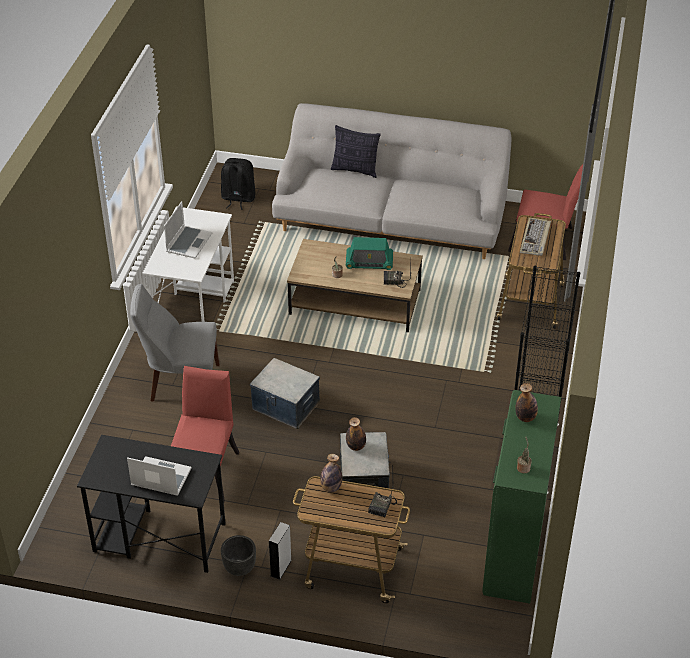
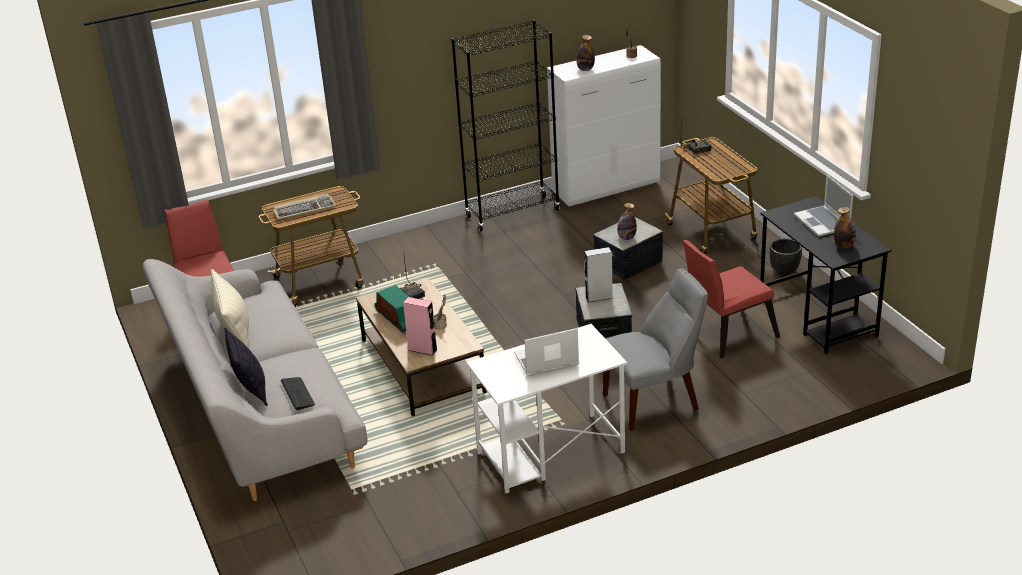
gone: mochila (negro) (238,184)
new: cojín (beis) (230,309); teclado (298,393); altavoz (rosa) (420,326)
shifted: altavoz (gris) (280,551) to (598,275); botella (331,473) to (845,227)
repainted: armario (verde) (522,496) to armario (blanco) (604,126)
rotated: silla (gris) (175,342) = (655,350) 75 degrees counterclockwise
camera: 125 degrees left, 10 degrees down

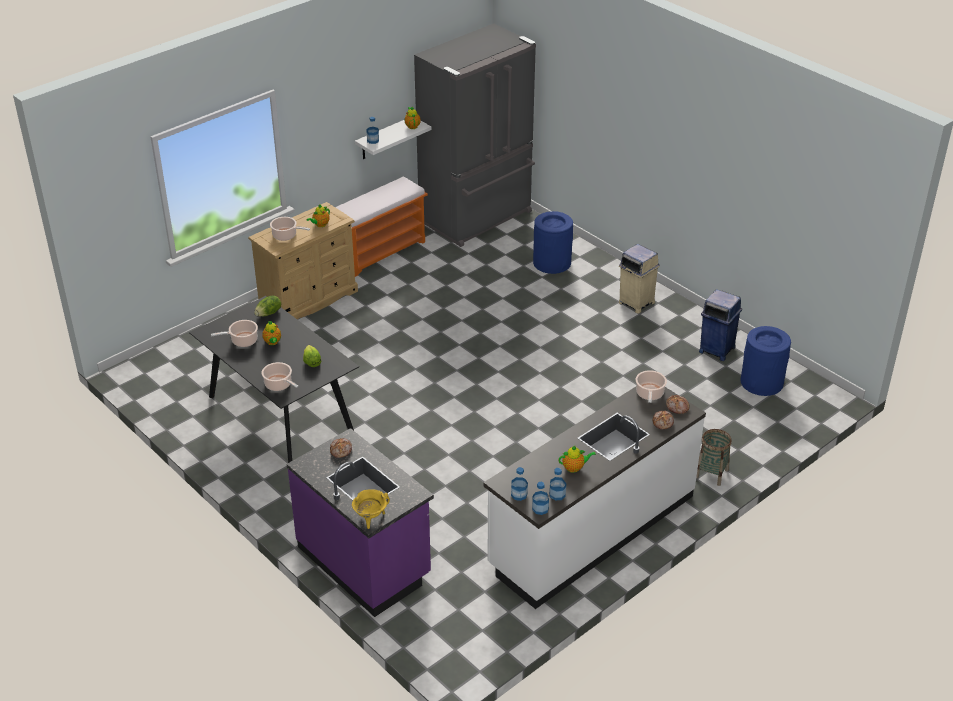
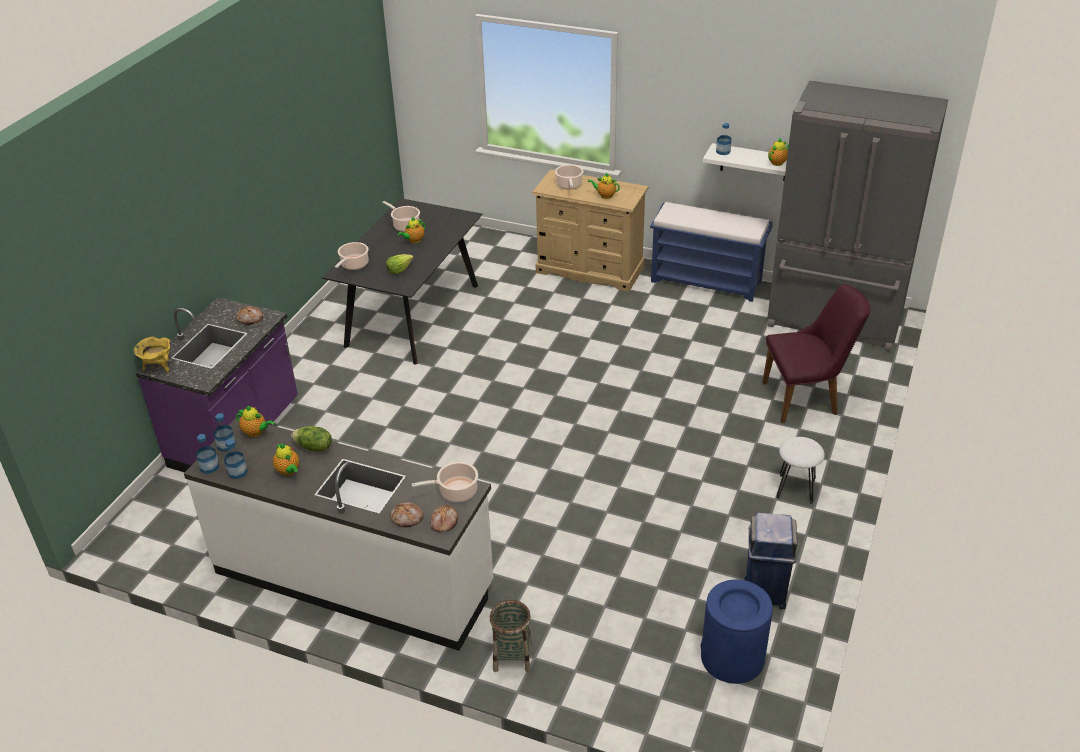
new: tetera (255,421)
shifted: lechuga (267,306) to (311,439)
swapped: papelera (azul) (553,242) to silla (morado) (816,353); papelera (beis) (639,279) to taburete (blanco) (800,470)
repainted: banco (naranja) (381,226) to banco (azul) (711,252)
camera: 65 degrees right, 0 degrees up

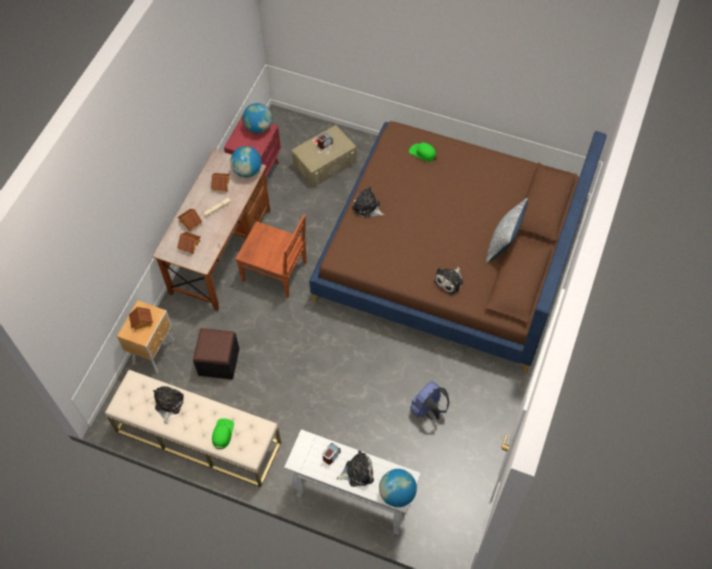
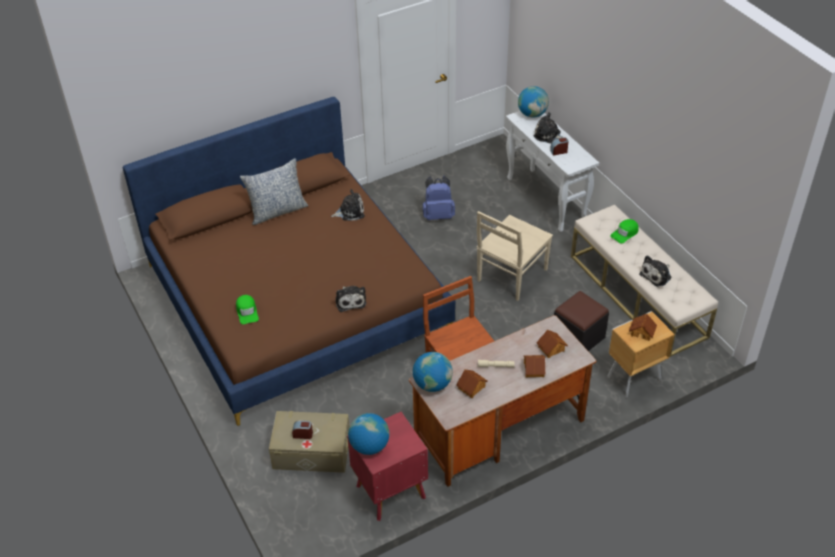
new: silla (beis) (515,256)
camera: 140 degrees left, 15 degrees down

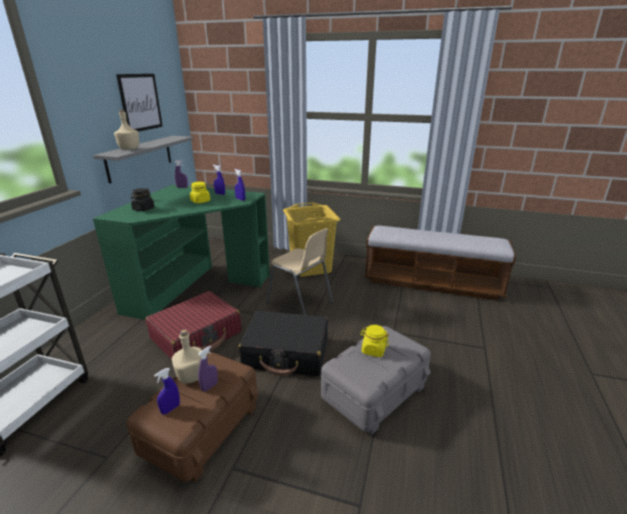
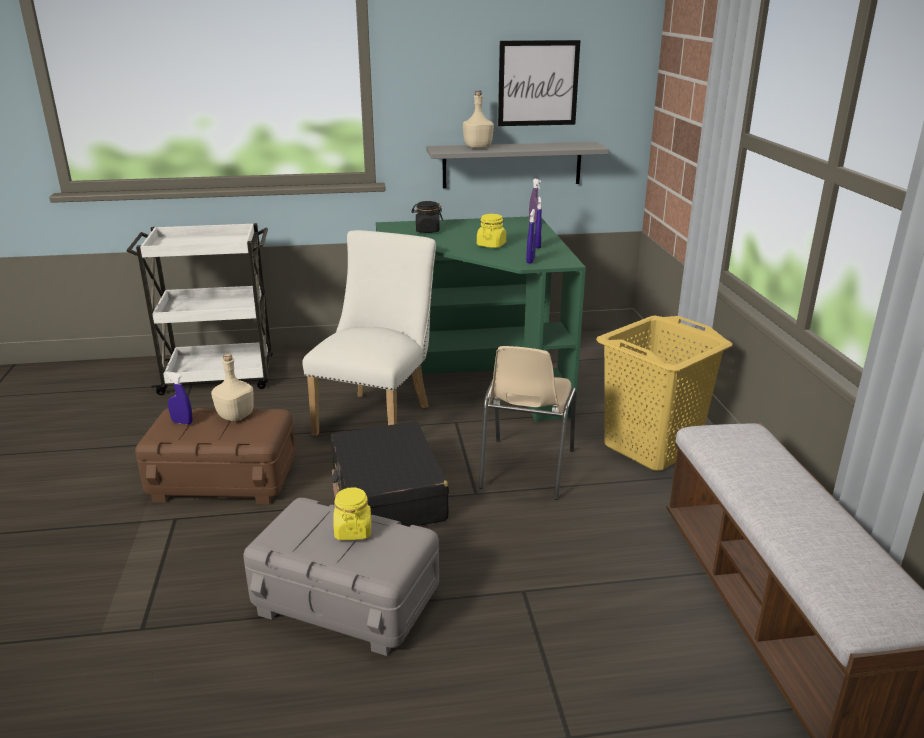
gone: pulverizador (morado) (208,369)
swapped: maleta (rojo) (193,325) to silla (blanco) (369,333)
camera: 65 degrees right, 0 degrees up

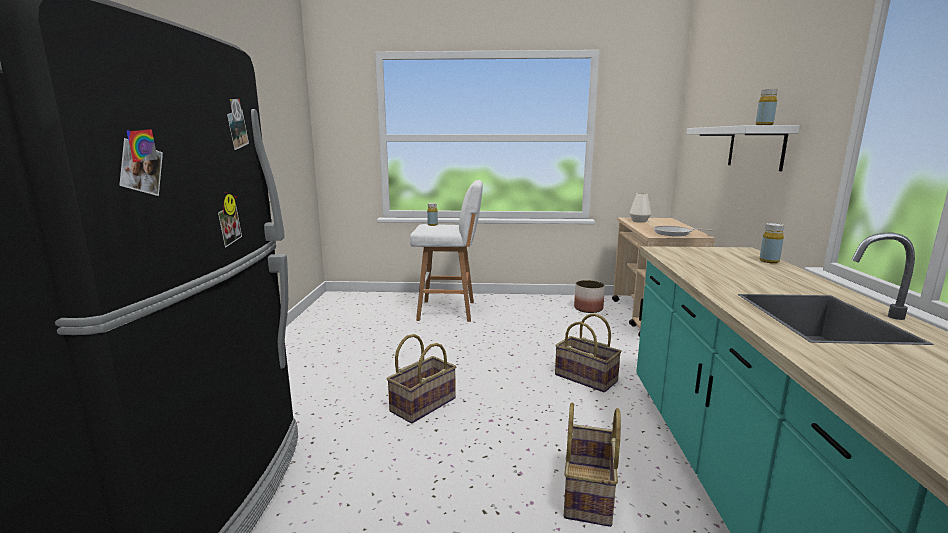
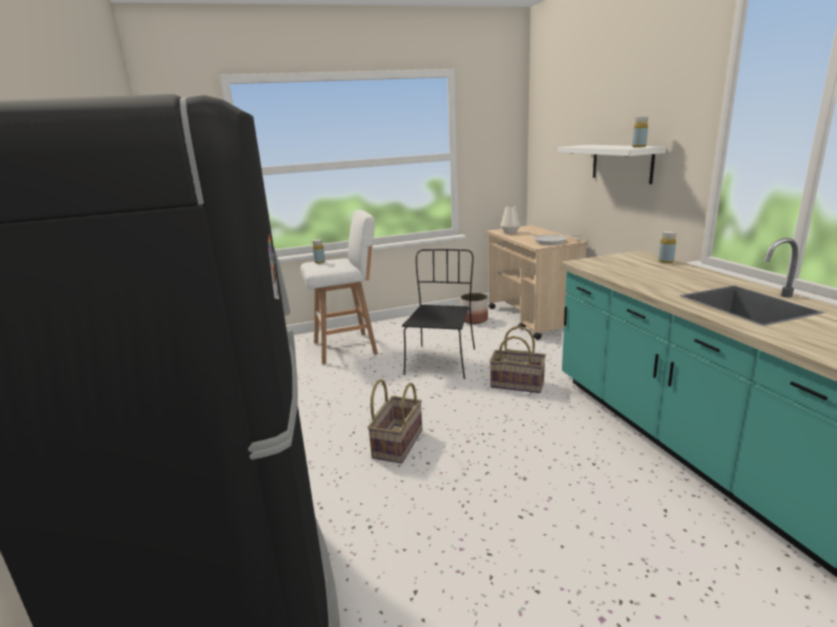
gone: cesta (592,465)
new: silla (negro) (438,314)
camera: 20 degrees left, 5 degrees up

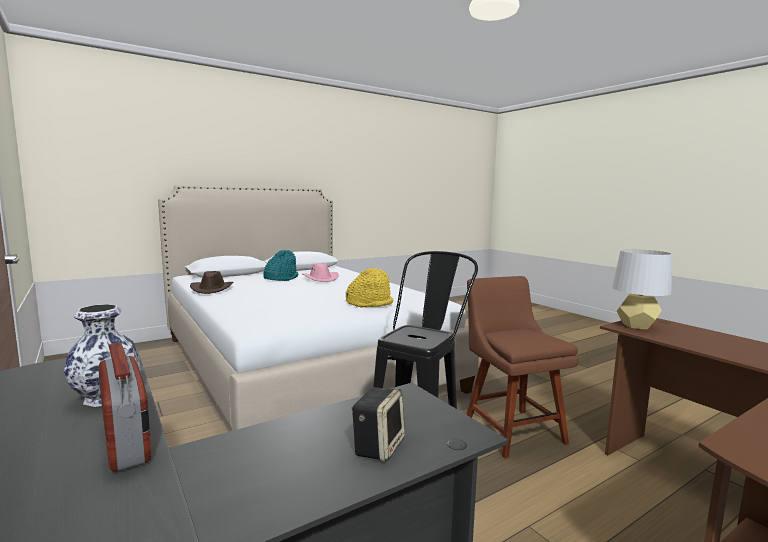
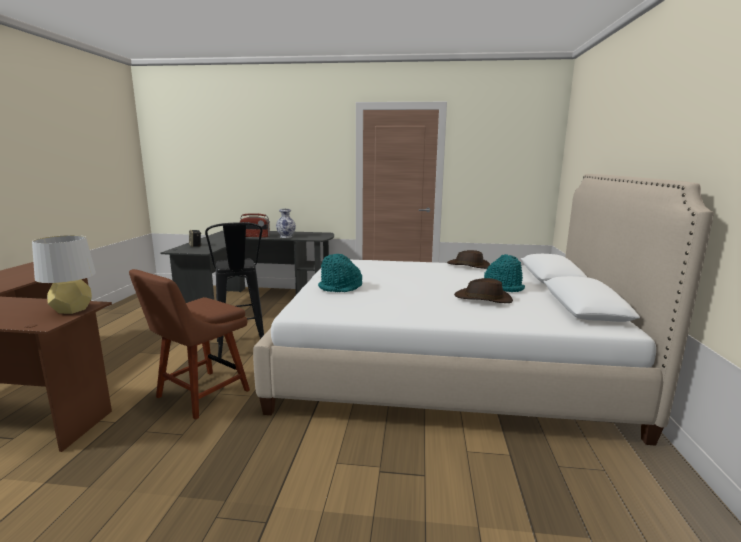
repainted: sombrero (rosa) (321,272) to sombrero (marrón) (483,290); sombrero (amarillo) (369,287) to sombrero (turquesa) (340,273)
rotated: silla (marrón) (522,367) = (189,344) 105 degrees clockwise
camera: 130 degrees right, 5 degrees up

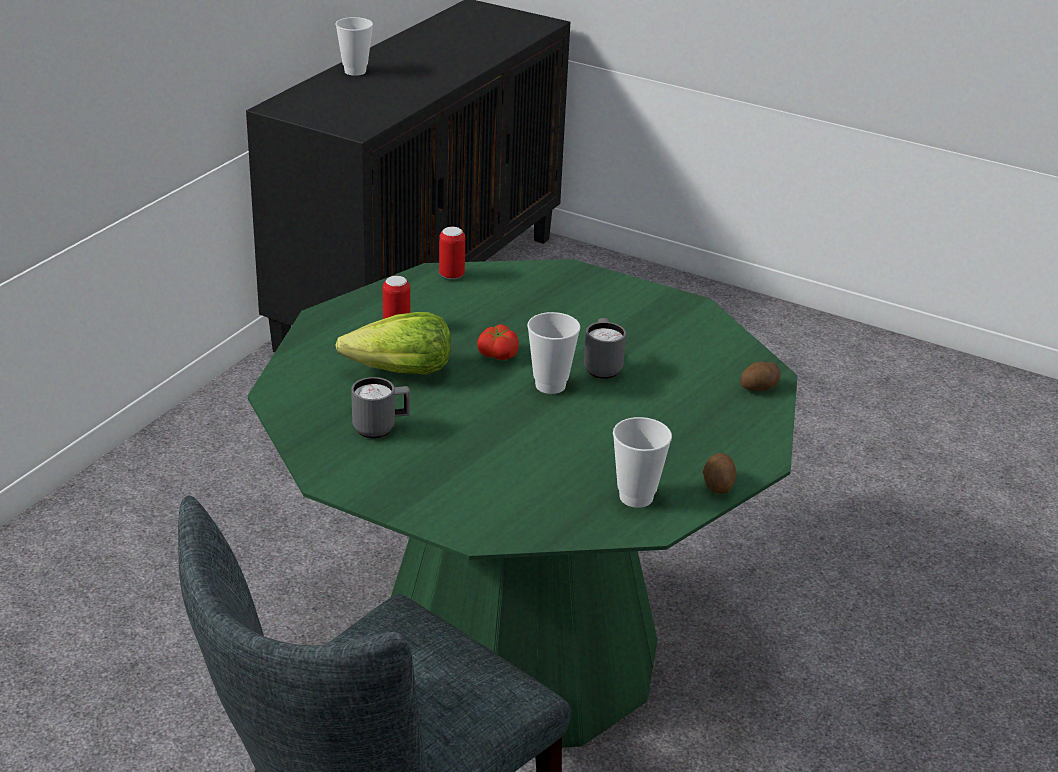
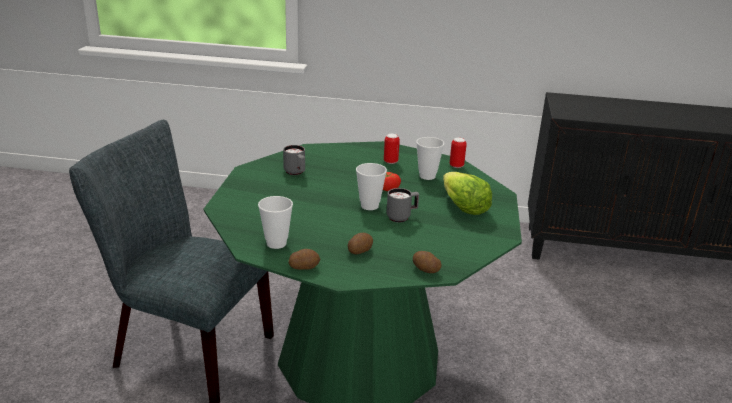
new: patata (360,243)
shifted: taza (354,46) to (430,158); lechuga (393,343) to (467,193)
camera: 70 degrees right, 5 degrees down

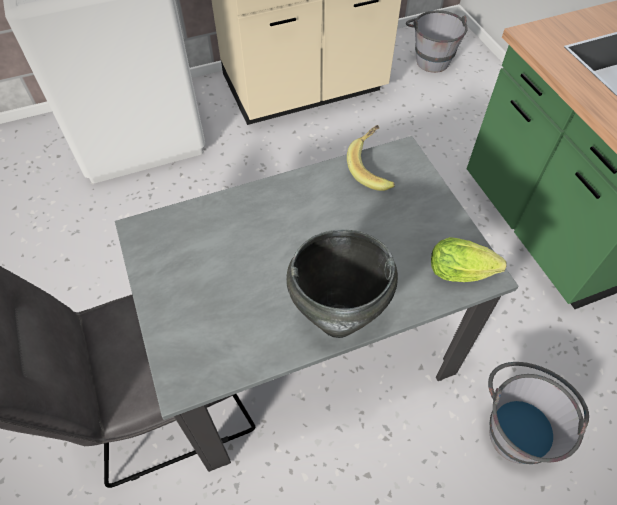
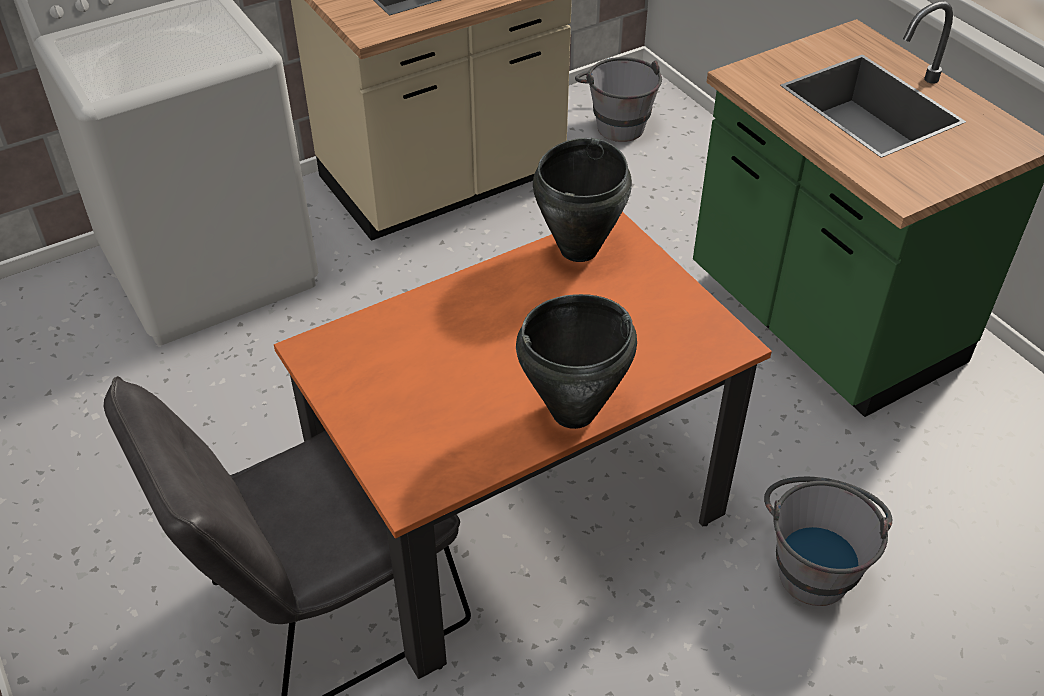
gone: lechuga (469,259)
swapped: plátano (371,158) to olla (negro) (582,200)
repainted: mesa de comedor (gris) (317,304) to mesa de comedor (naranja) (523,445)
camera: 10 degrees left, 10 degrees down

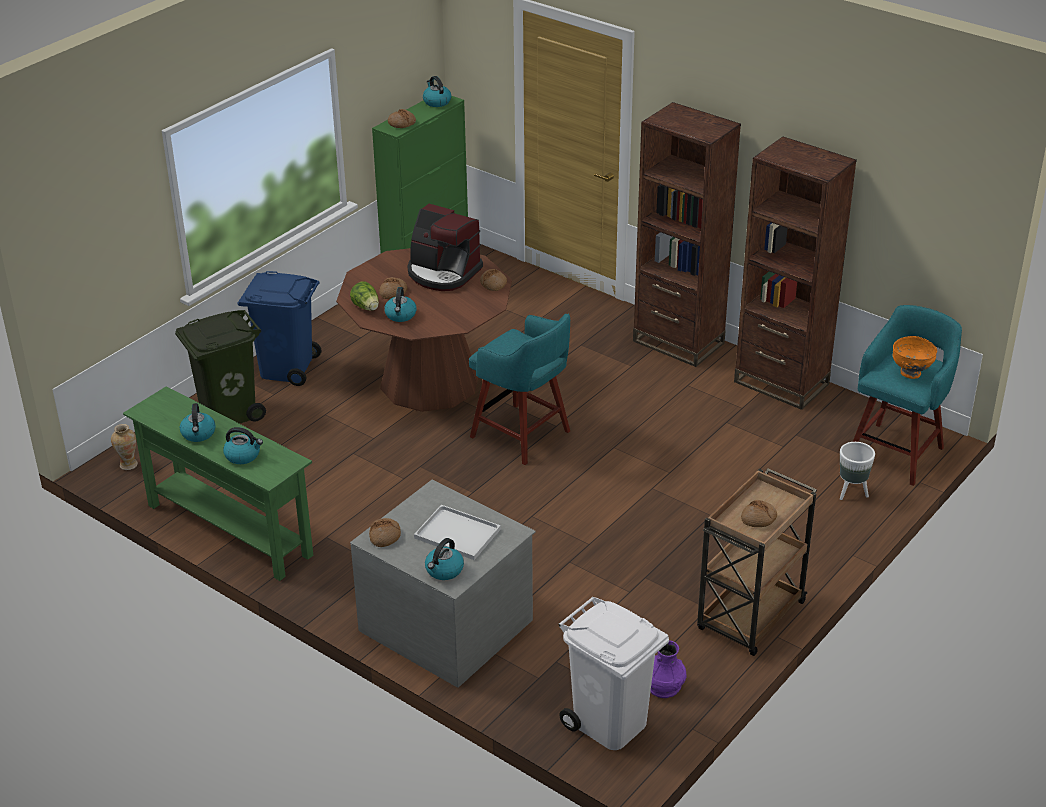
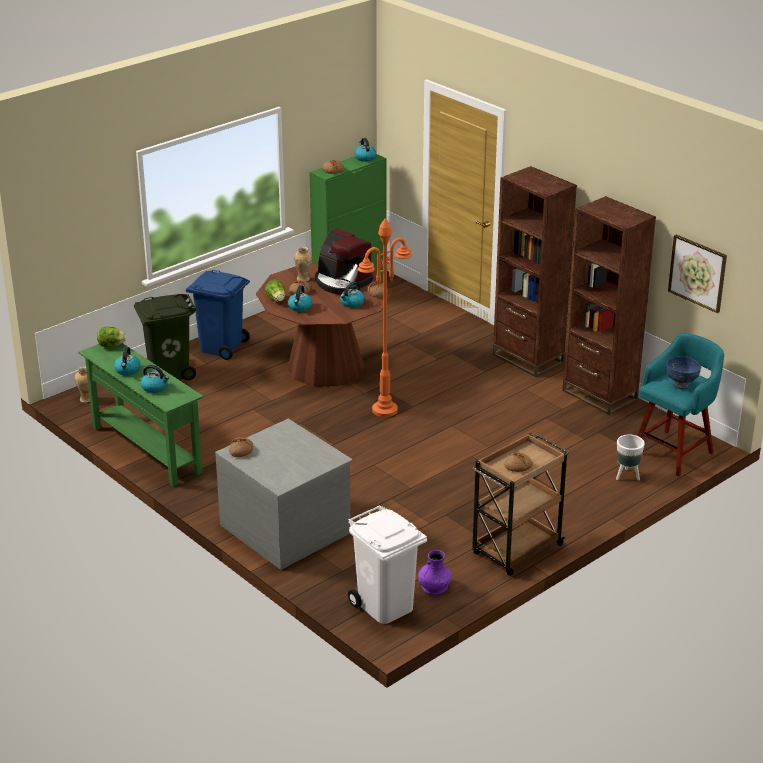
gone: bandeja (blanco) (457,532)
new: lechuga (111,336); florero (303,264); cuadro (697,273)
shifted: hervidor (444,559) to (352,295)
swapped: taburete (turquesa) (519,389) to lámpara de pie (naranja) (385,317)
repainted: cuenco (naranja) (915,357) to cuenco (azul) (683,372)
camera: 10 degrees right, 5 degrees down

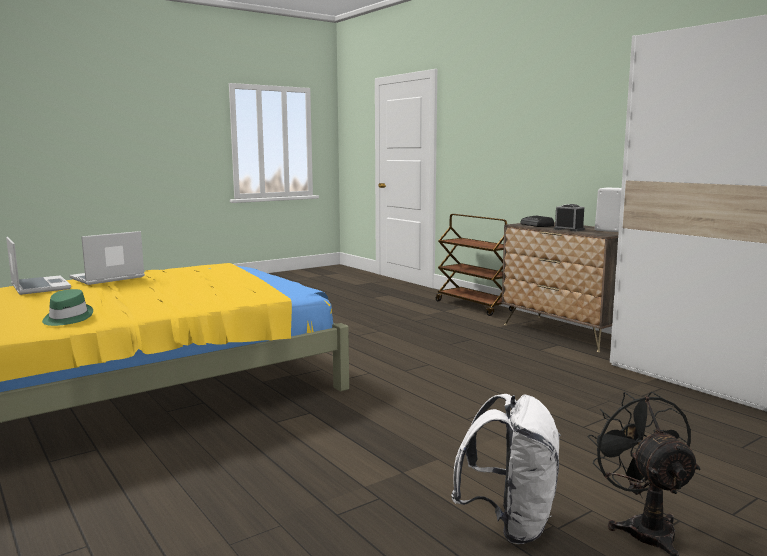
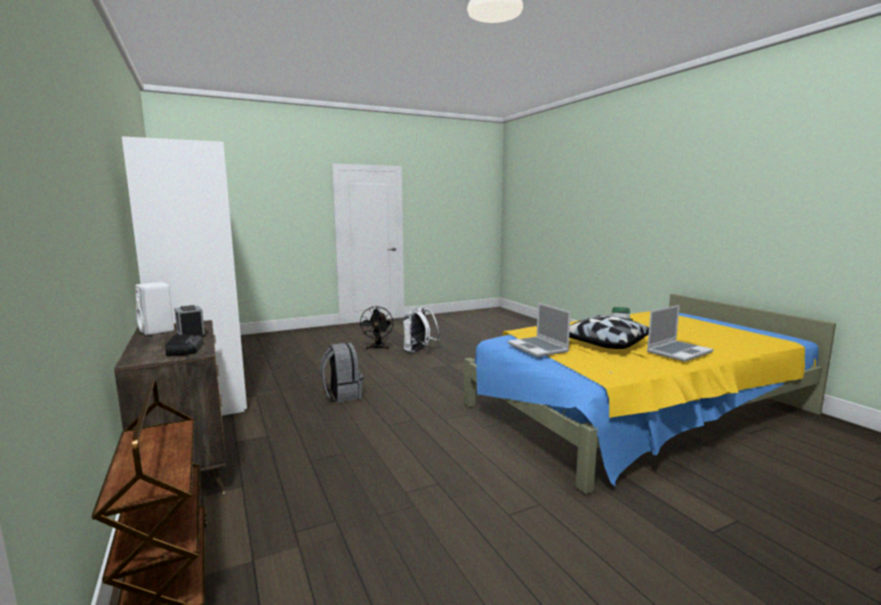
new: mochila (gris) (341,372); cojín (609,332)
shifted: portátil (38,266) to (539,330)
camera: 170 degrees left, 0 degrees up

